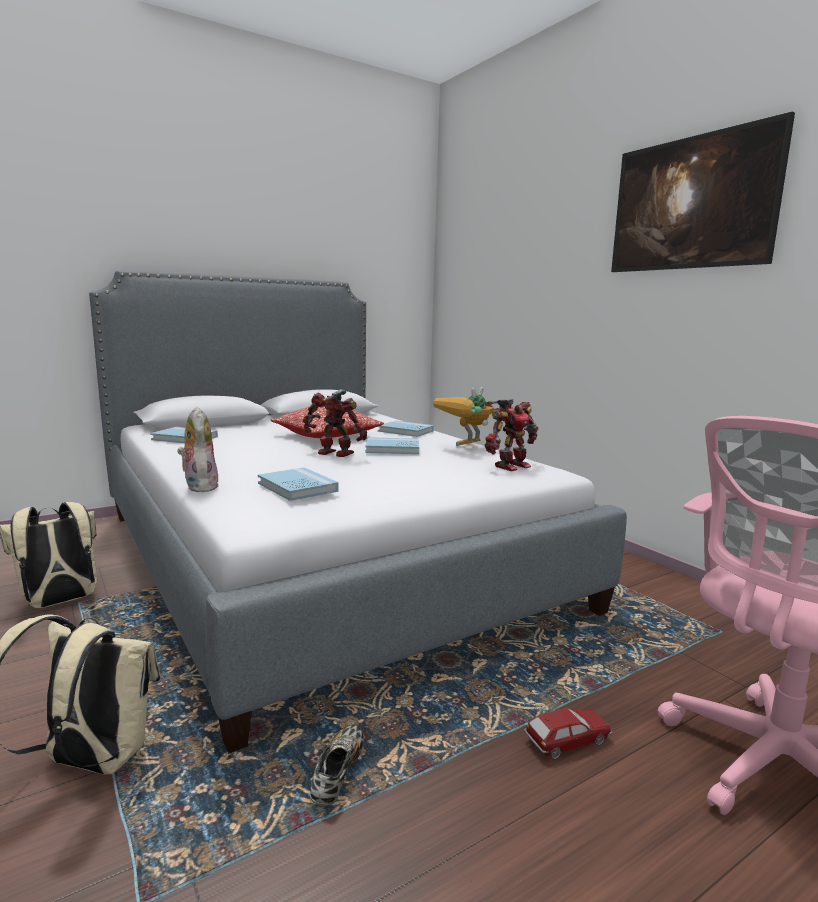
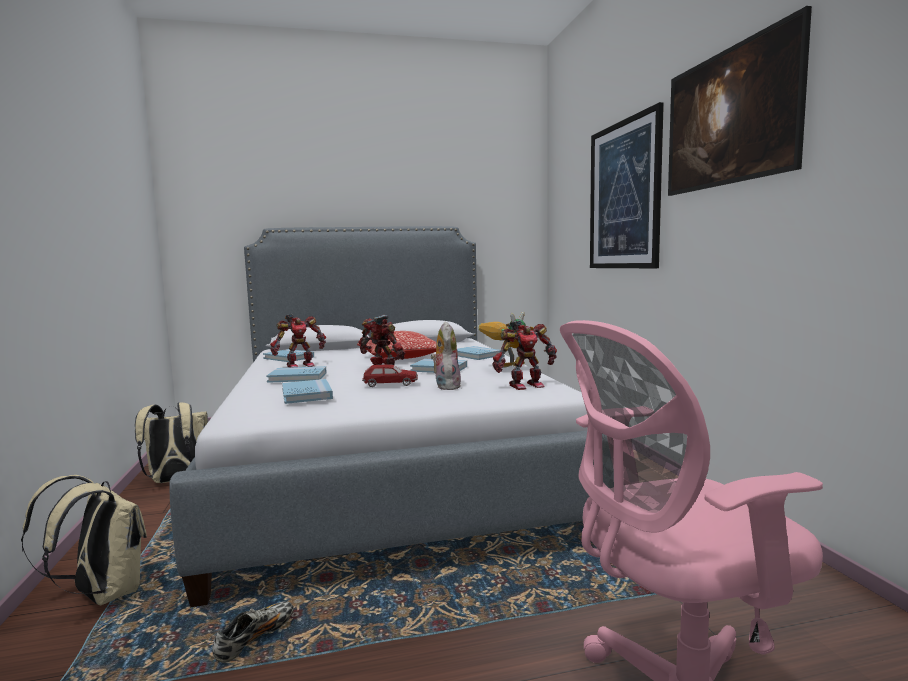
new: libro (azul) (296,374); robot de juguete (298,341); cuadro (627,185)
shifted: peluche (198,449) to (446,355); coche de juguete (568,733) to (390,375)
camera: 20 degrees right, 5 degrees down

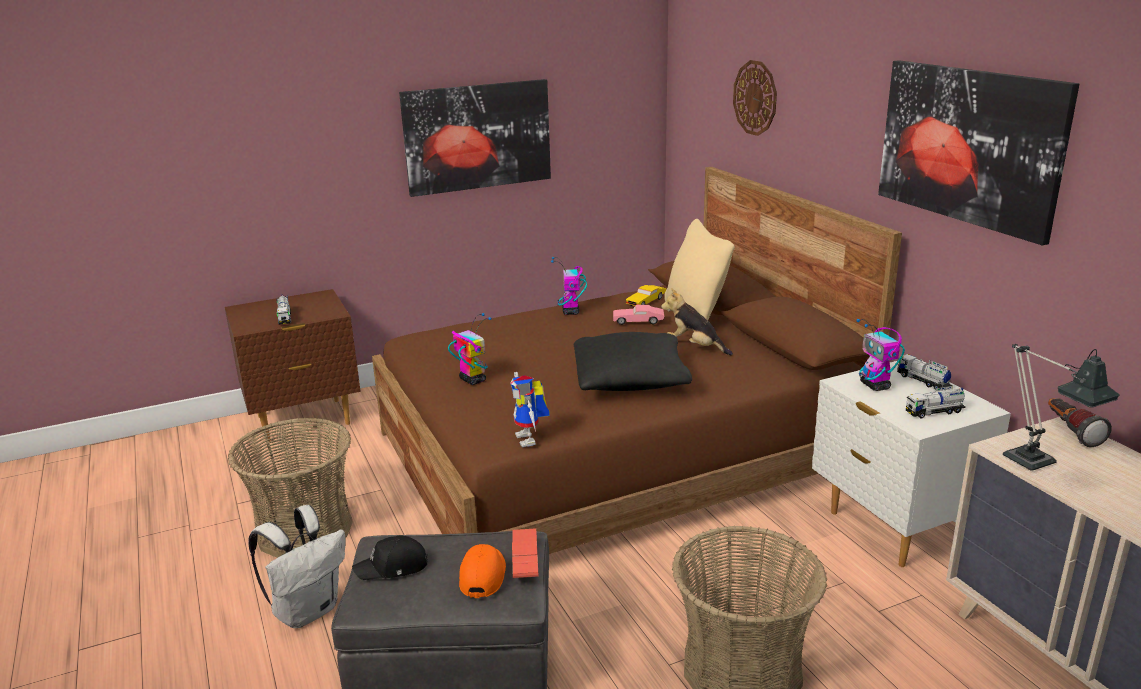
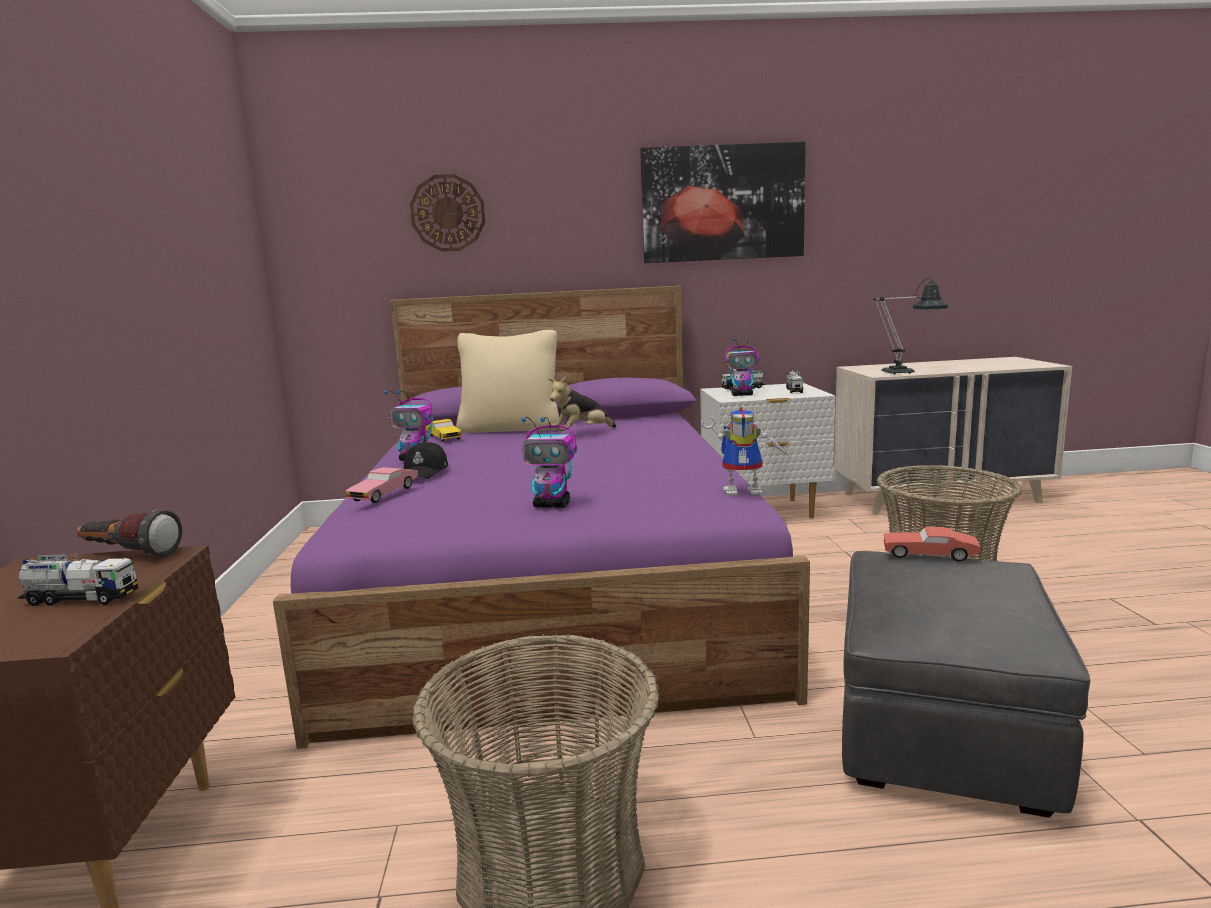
gone: mochila (blanco) (297,566); cuadro (475,138); gorra (naranja) (482,571); cojín (negro) (633,361)
shifted: gorra (negro) (389,558) to (426,460); coche de juguete (rosa) (638,315) to (382,485); linterna (1080,422) to (129,533)
repainted: cama (marrón) (637,360) to cama (morado) (541,517)
rotated: robot de juguete (469,349) = (549,462) 150 degrees counterclockwise
camera: 70 degrees left, 10 degrees down

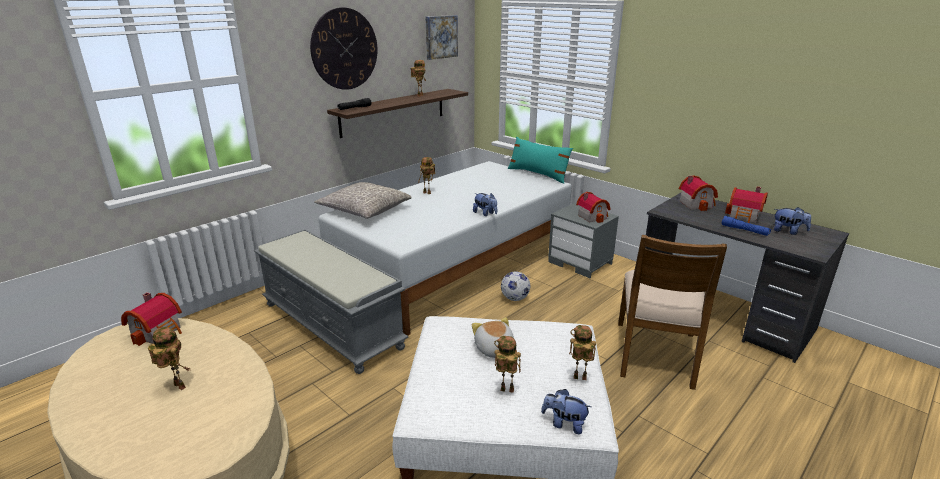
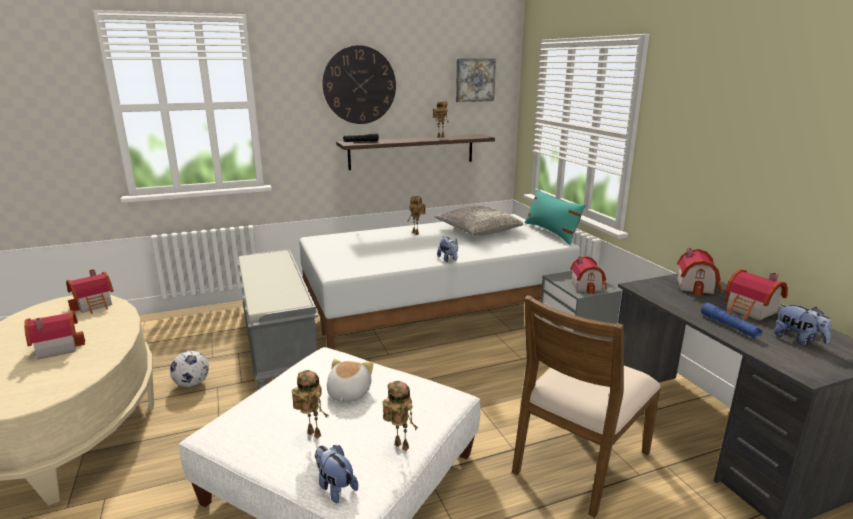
shifted: cojín (gris) (363,200) to (479,220); balón de fútbol (515,286) to (189,369)
swapped: robot de juguete (169,358) to casita (54,335)
camera: 25 degrees right, 5 degrees down

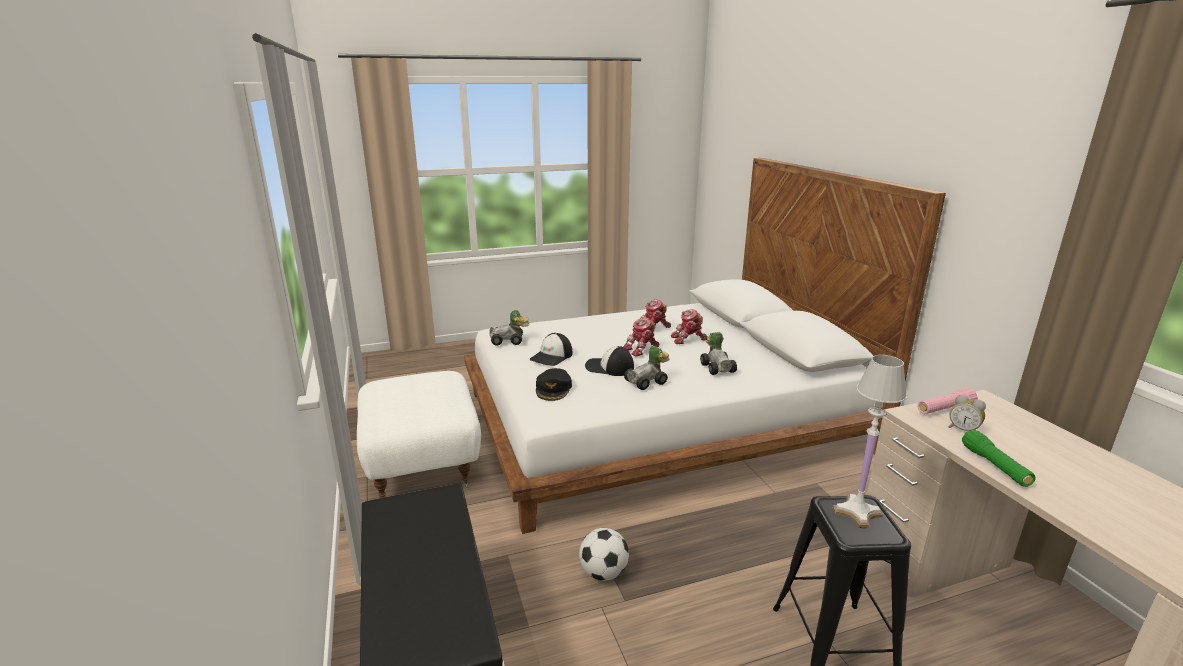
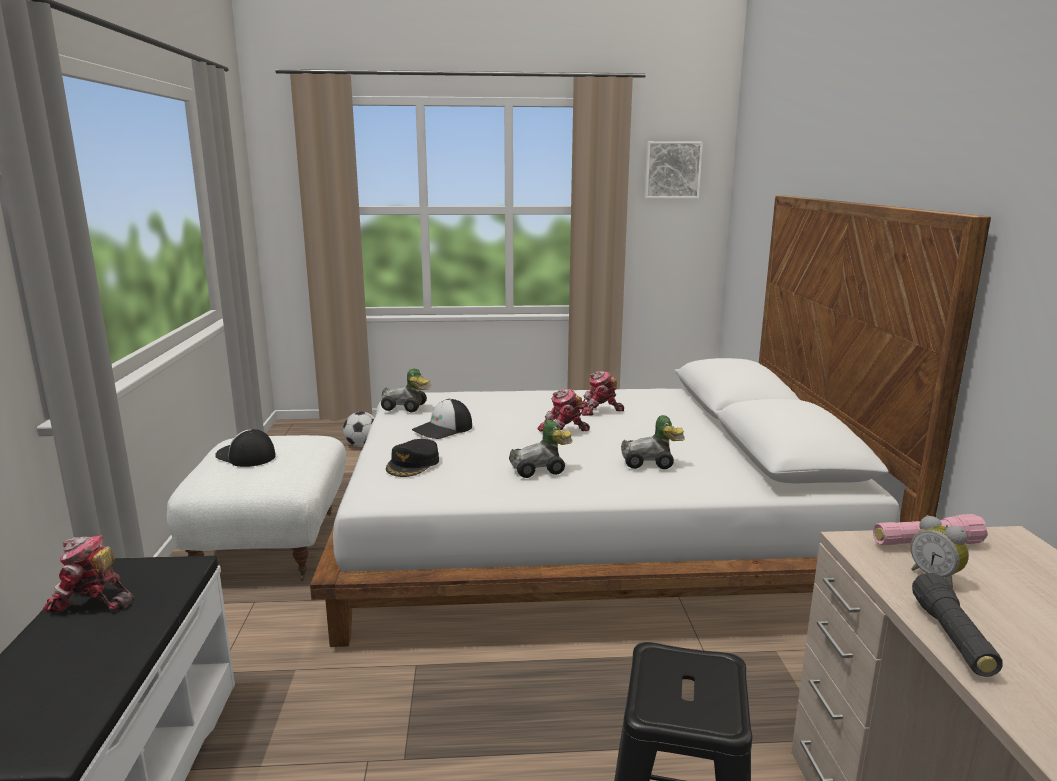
gone: lámpara de mesa (blanco) (870,441)
new: cuadro (673,170)
shifted: balón de fútbol (604,554) to (359,429); gorra (609,361) to (245,448); robot de juguete (689,326) to (88,574)
repainted: linterna (verde) (999,458) to linterna (negro) (957,625)
rotated: coche de juguete (718,353) = (653,442) 90 degrees clockwise
camera: 15 degrees right, 5 degrees down

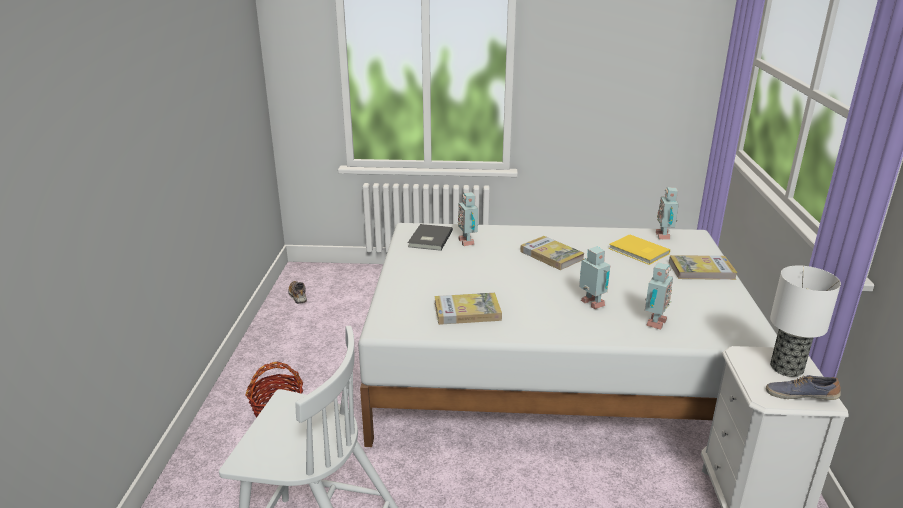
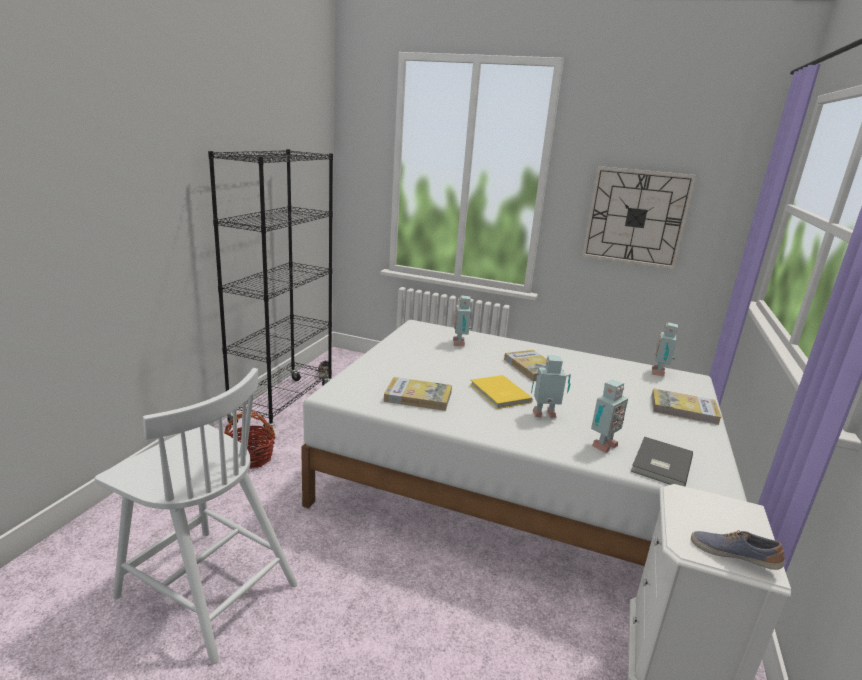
gone: lámpara de mesa (805,321)
new: estantería (negro) (270,291); reloj de pared (639,218)
shifted: libro (gris) (430,237) to (662,461); libro (amarillo) (639,249) to (501,392)
rotated: robot de juguete (594,277) = (551,386) 75 degrees counterclockwise
camera: 15 degrees right, 5 degrees down

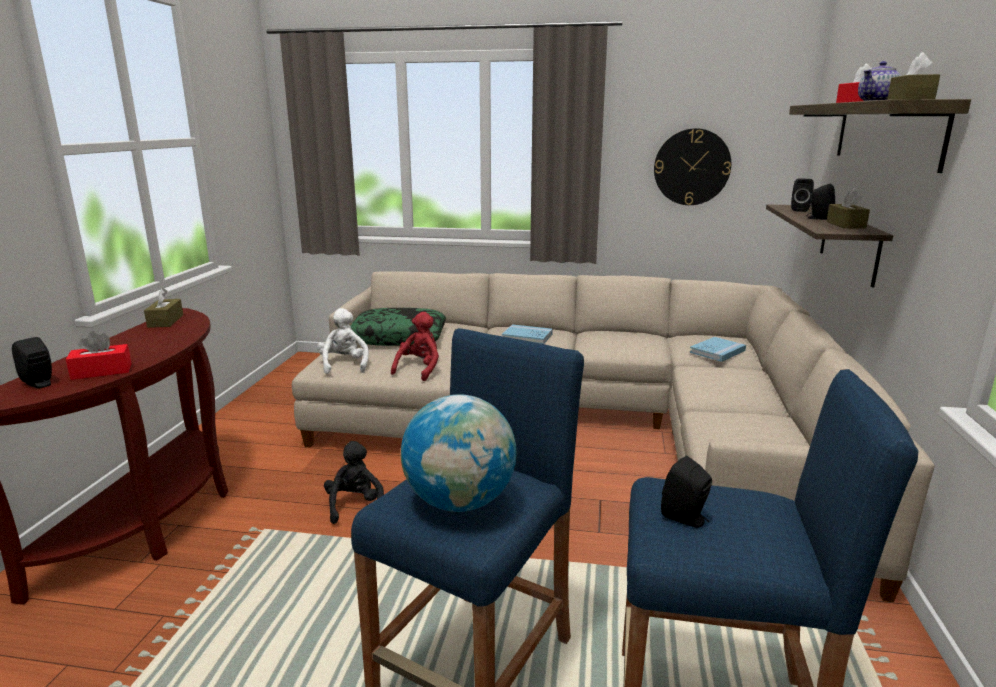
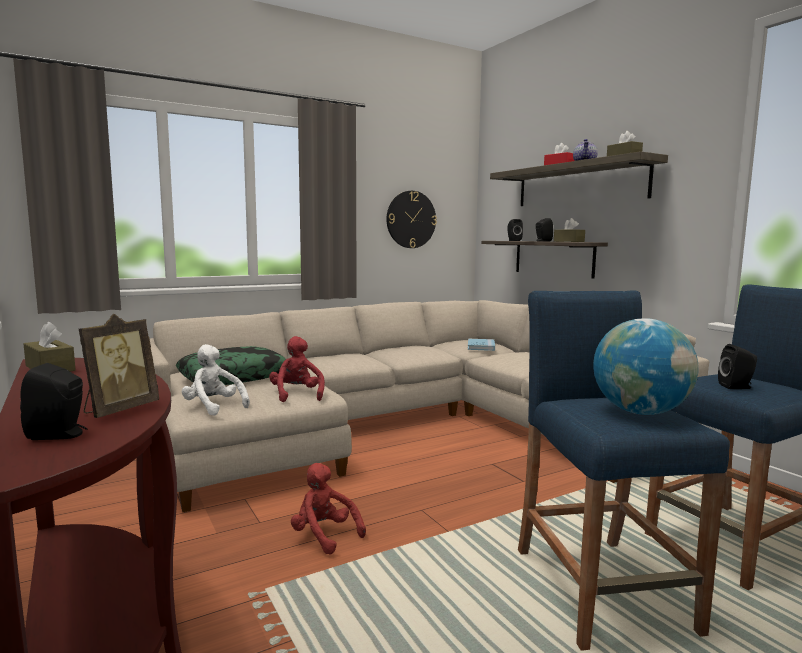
gone: libro (azul) (527,334)
swapped: caja de pañuelos (rojo) (99,355) to portarretratos (119,366)
repainted: peluche (negro) (354,482) to peluche (rojo) (328,509)
camera: 40 degrees left, 10 degrees down

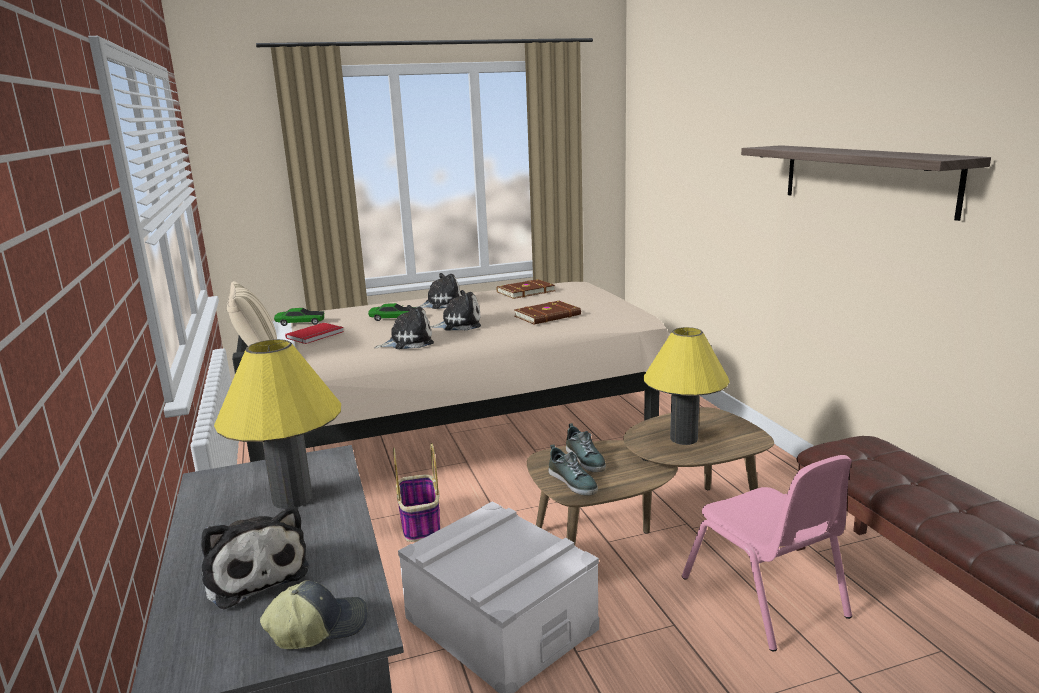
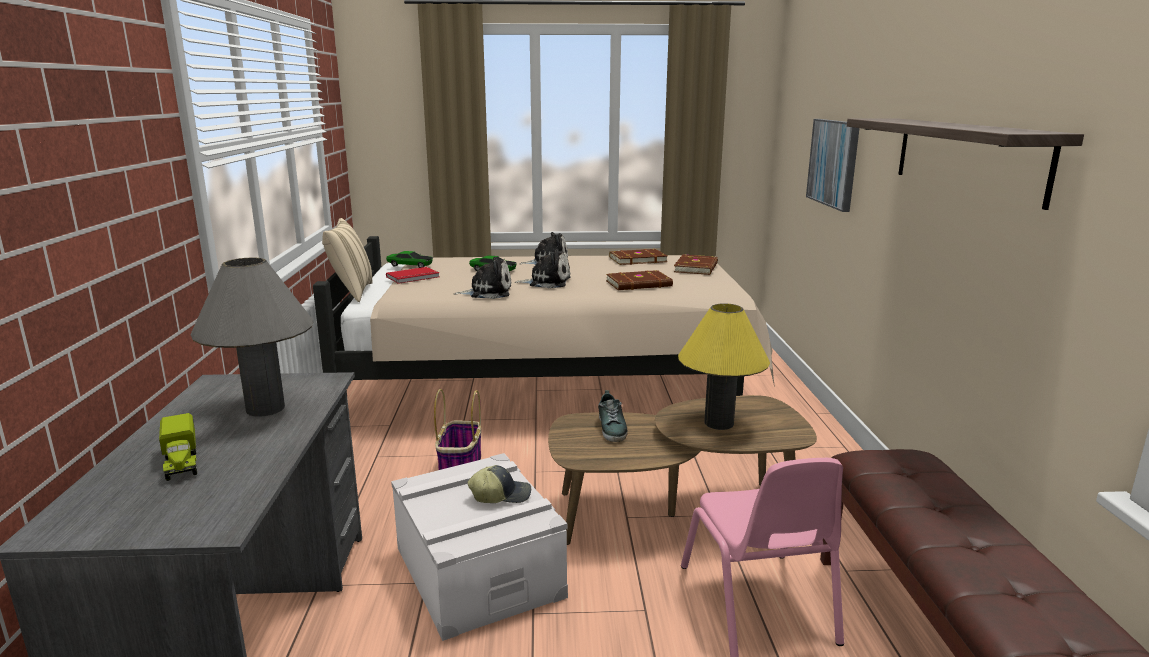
gone: zapato (573,470)
new: libro (marrón) (696,264); cuadro (832,165)
shifted: gorra (314,614) to (499,484)
swapped: peluche (255,557) to camión de juguete (178,447)
repainted: lámpara de mesa (amarillo) (277,424) to lámpara de mesa (gris) (252,337)
camera: 15 degrees right, 0 degrees up

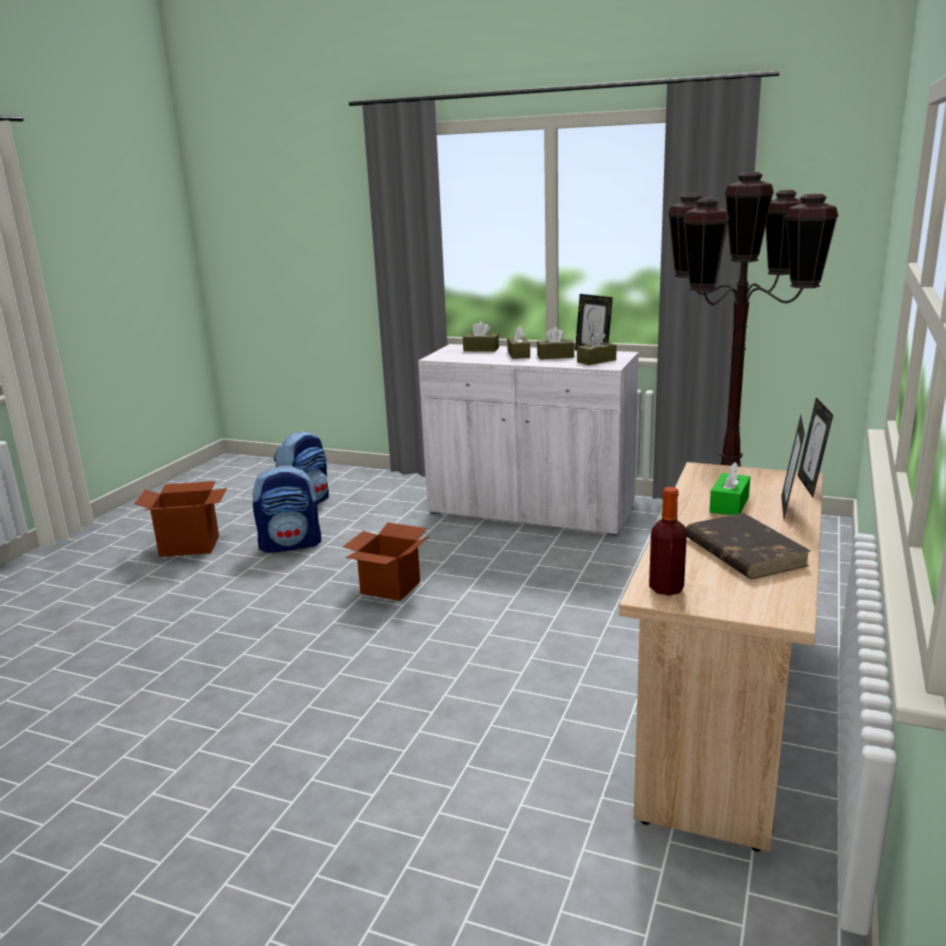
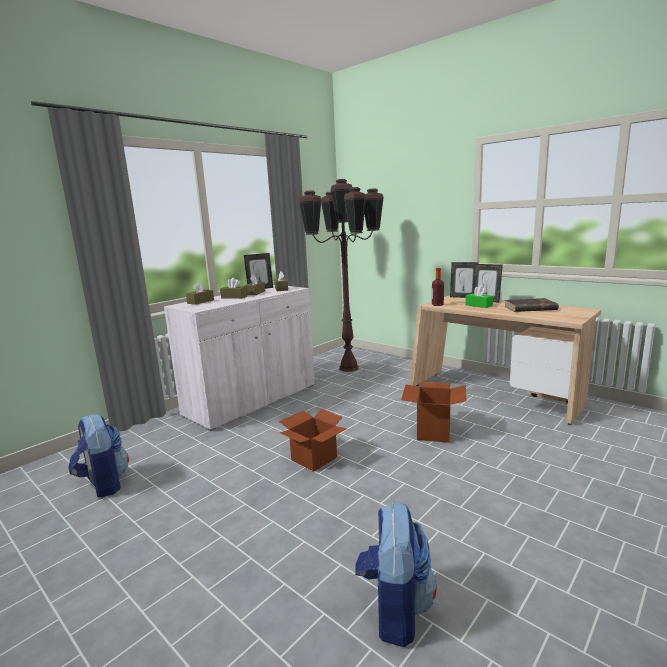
shifted: caja de cartón (180,519) to (434,412); mochila (286,509) to (396,574); botella (668,541) to (438,287)
camera: 70 degrees left, 5 degrees down

